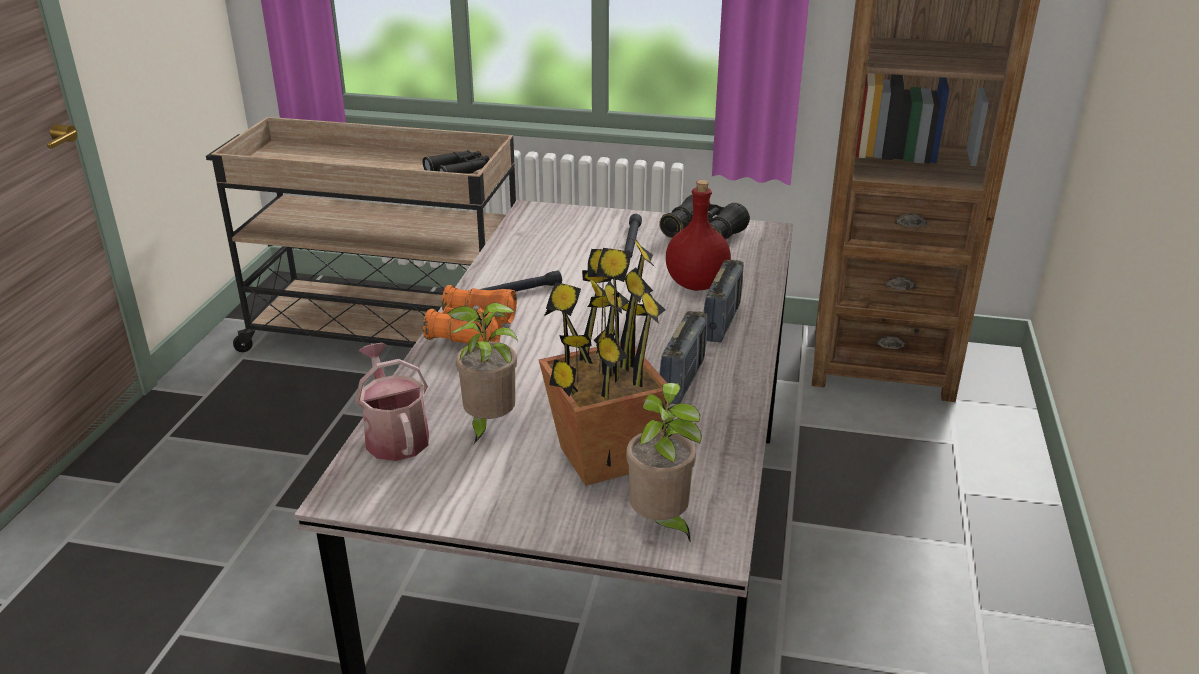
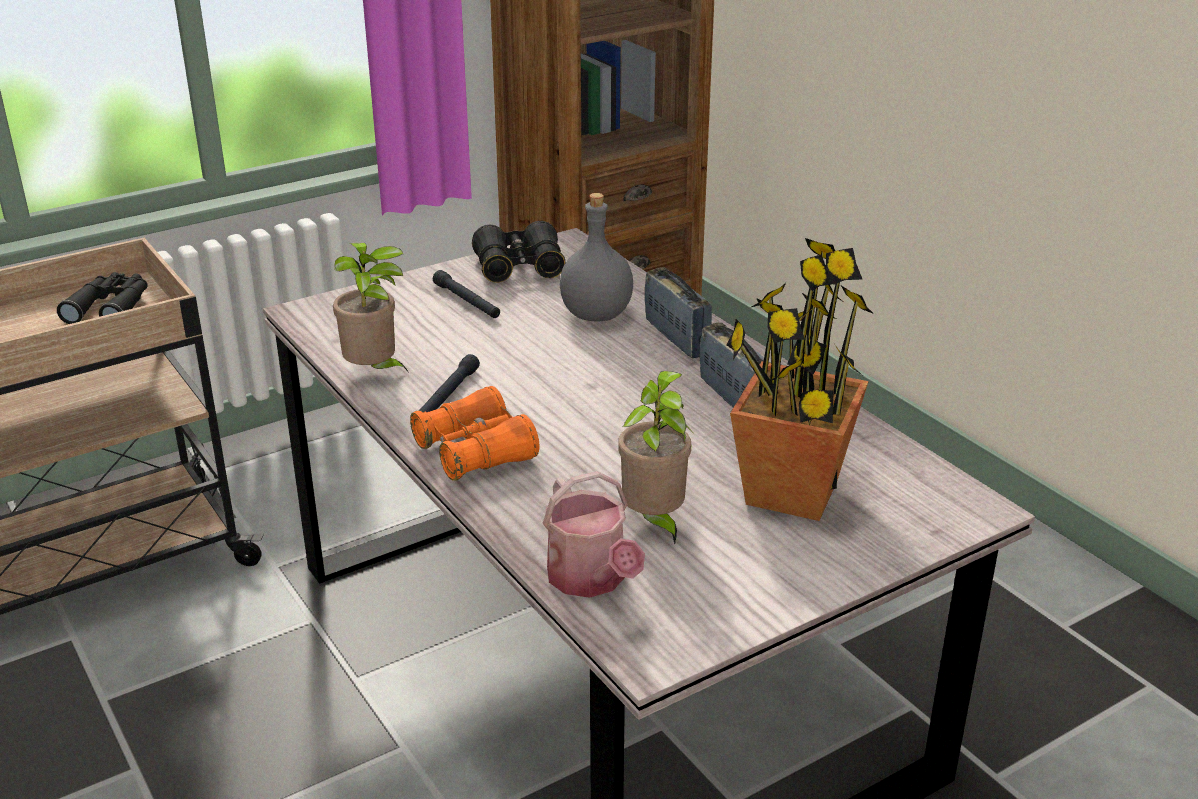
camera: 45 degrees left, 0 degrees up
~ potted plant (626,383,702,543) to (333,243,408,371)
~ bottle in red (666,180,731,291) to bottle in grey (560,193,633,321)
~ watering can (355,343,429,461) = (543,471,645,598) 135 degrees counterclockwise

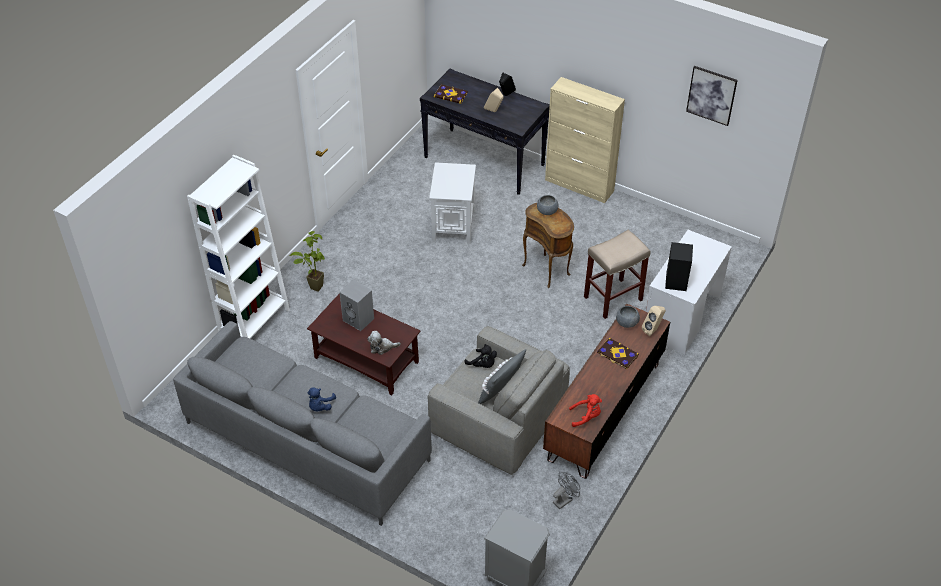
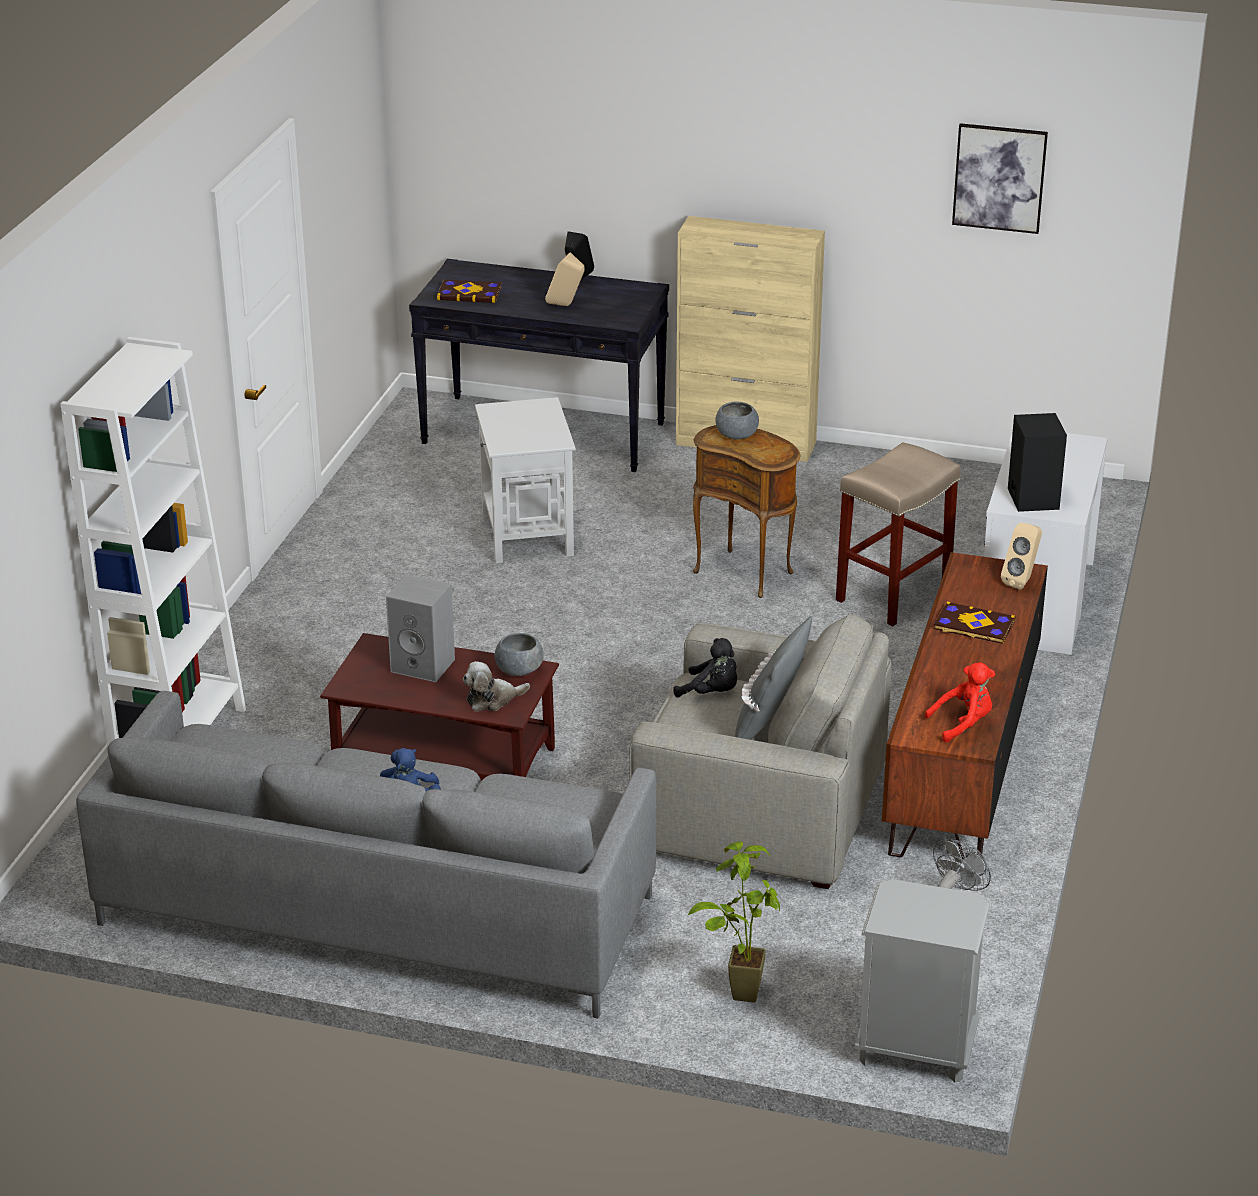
camera: 15 degrees left, 15 degrees down
~ potted plant (290,231,325,292) to (688,842,780,1003)
~ bowl in grey (616,306,640,328) to (495,633,544,676)

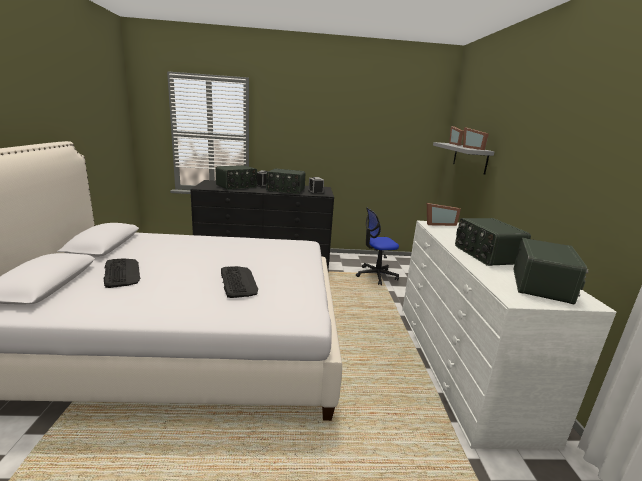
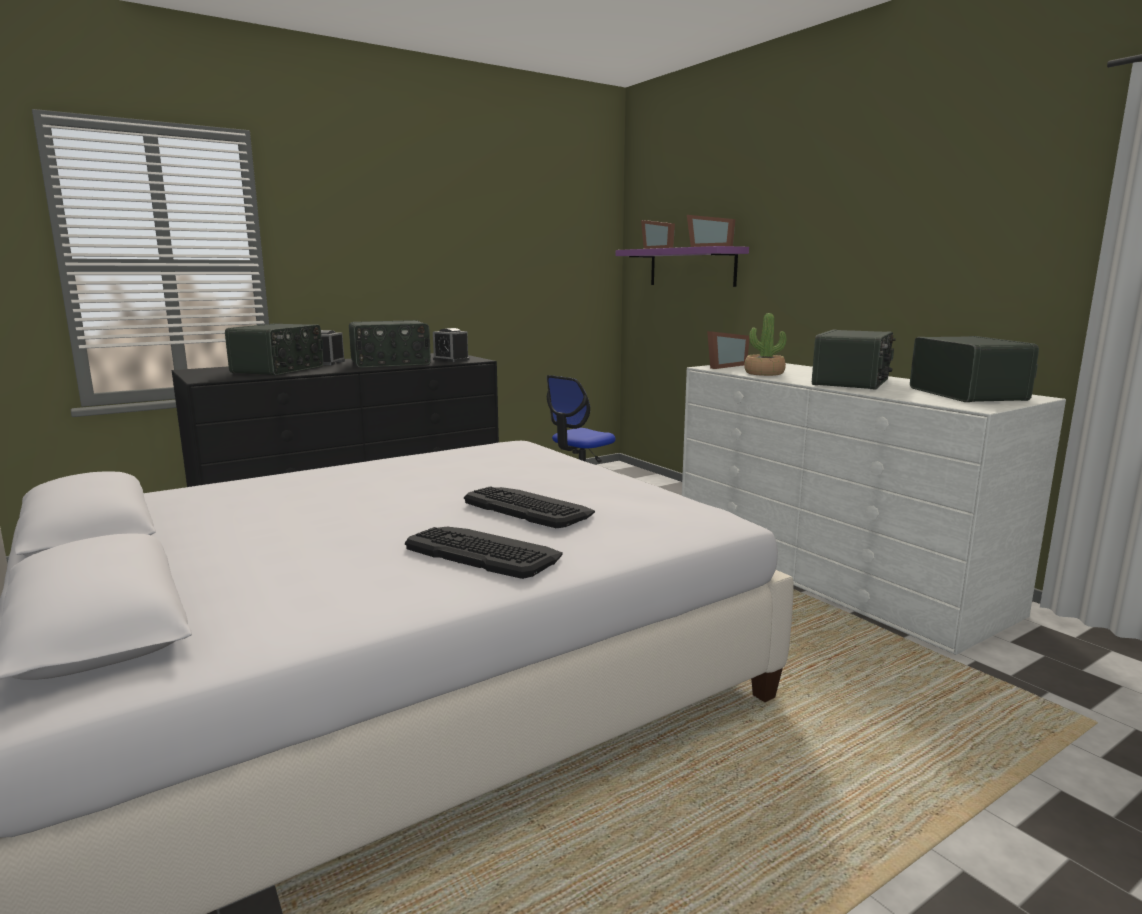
camera: 30 degrees left, 5 degrees down
+ potted plant (744,313,786,376)
~ keyboard (104,258,140,288) to (405,527,563,579)
~ shelf in grey (433,142,494,175) to shelf in purple (616,246,749,287)
~ radio (455,218,531,266) = (812,330,896,390) 105 degrees counterclockwise

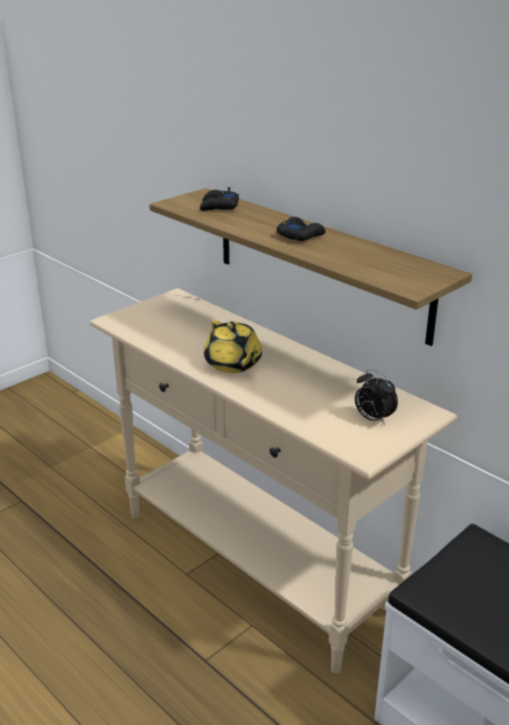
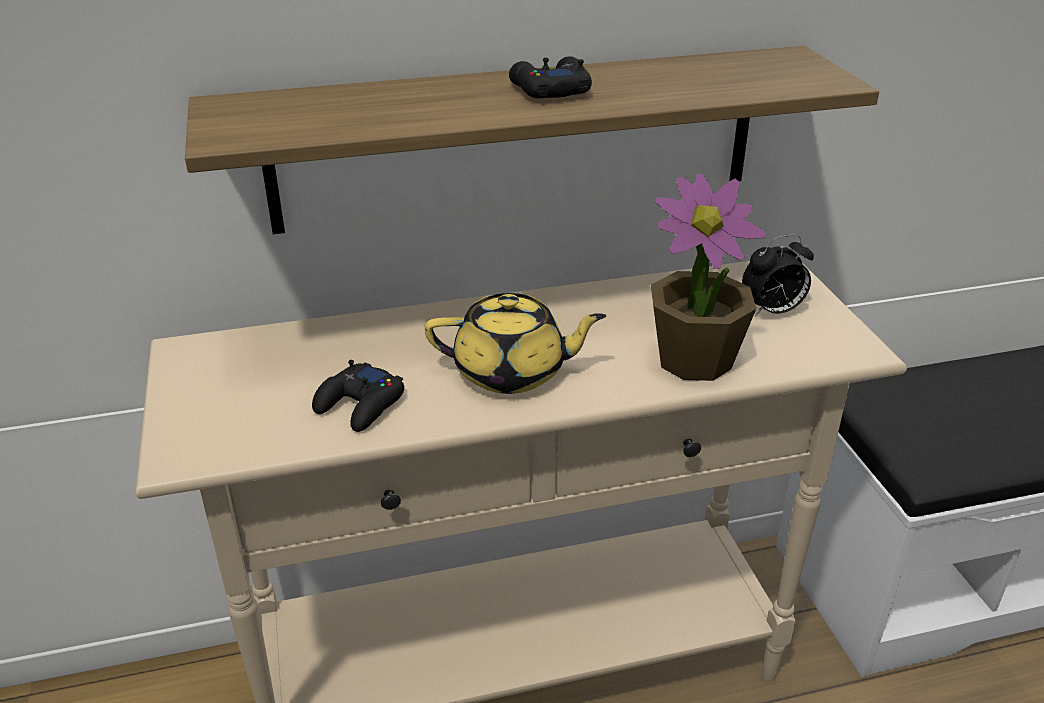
camera: 60 degrees left, 5 degrees up
+ potted plant (651,173,766,381)
~ game controller in black (200,187,239,211) to (312,360,404,432)

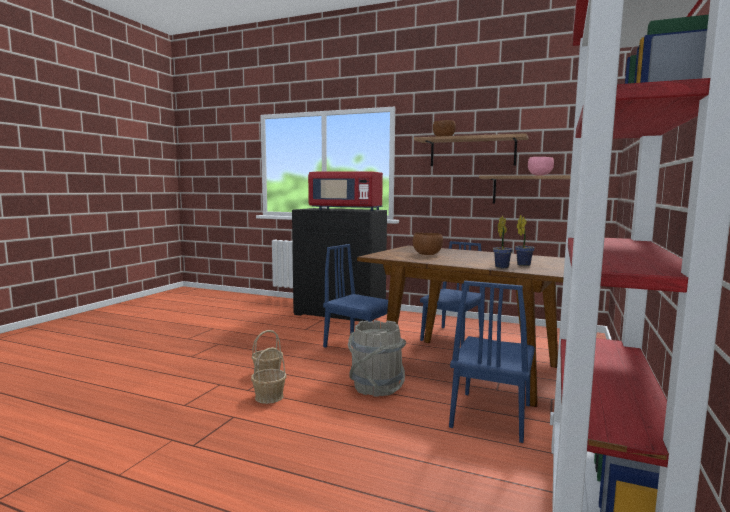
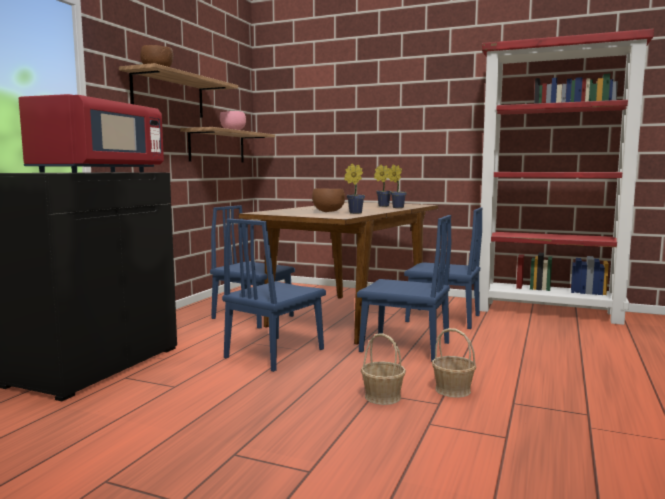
camera: 90 degrees left, 0 degrees up
+ potted plant (344,164,365,214)
~ bucket in grey (348,320,406,397) to chair in blue (357,215,451,362)

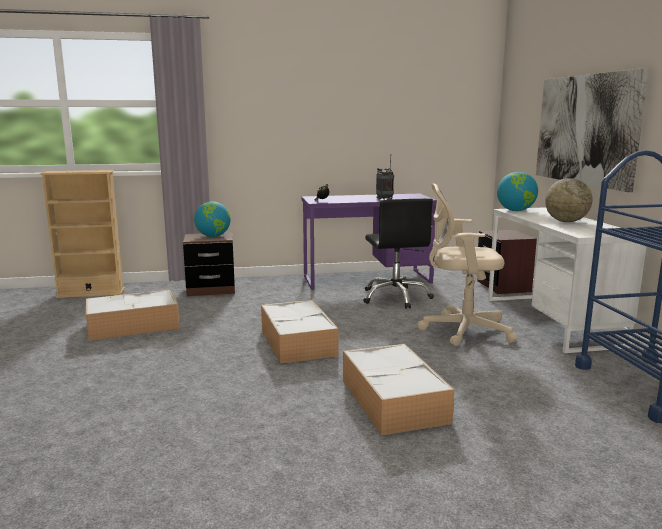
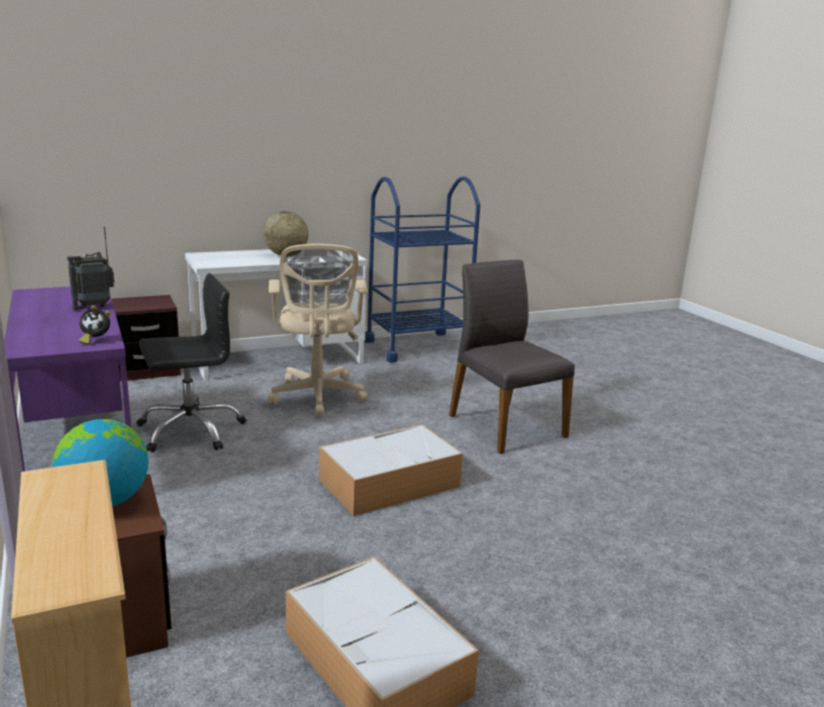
camera: 105 degrees left, 5 degrees up
- globe (497,172,538,211)
- picture (536,68,649,192)
~ storage box (343,344,455,436) to chair in grey (449,260,575,454)

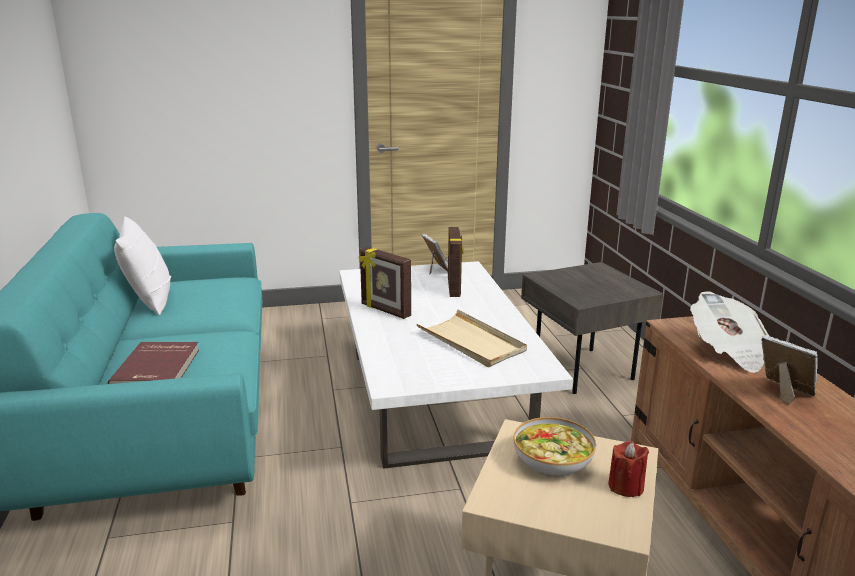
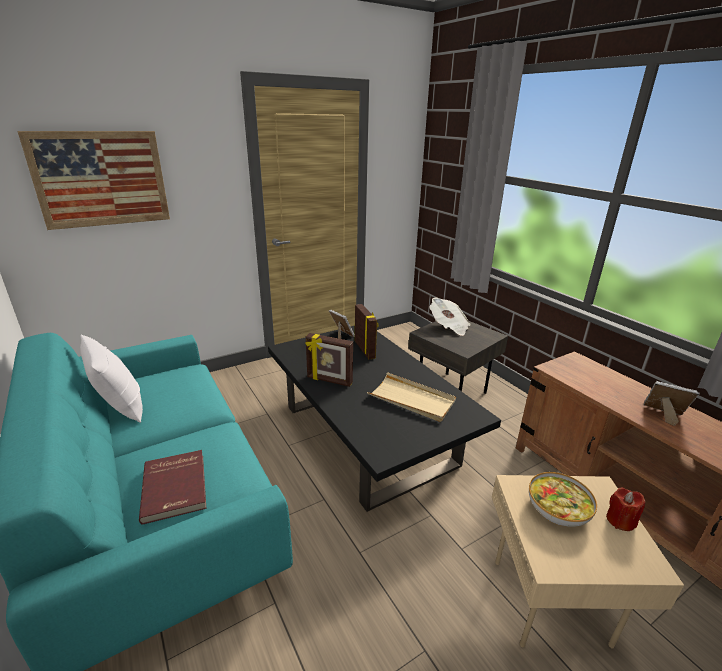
camera: 20 degrees left, 5 degrees up
+ picture (17,131,170,230)
~ newspaper (690,291,769,373) to (429,297,471,336)
~ coffee table in white (339,261,573,469) to coffee table in black (268,326,501,512)

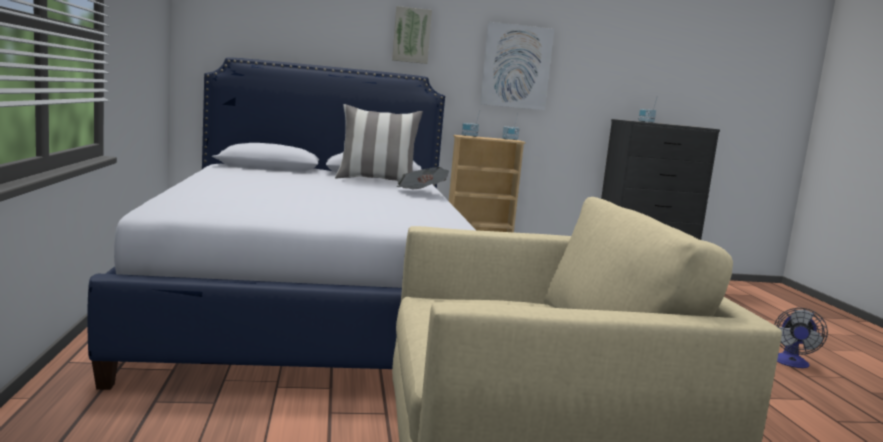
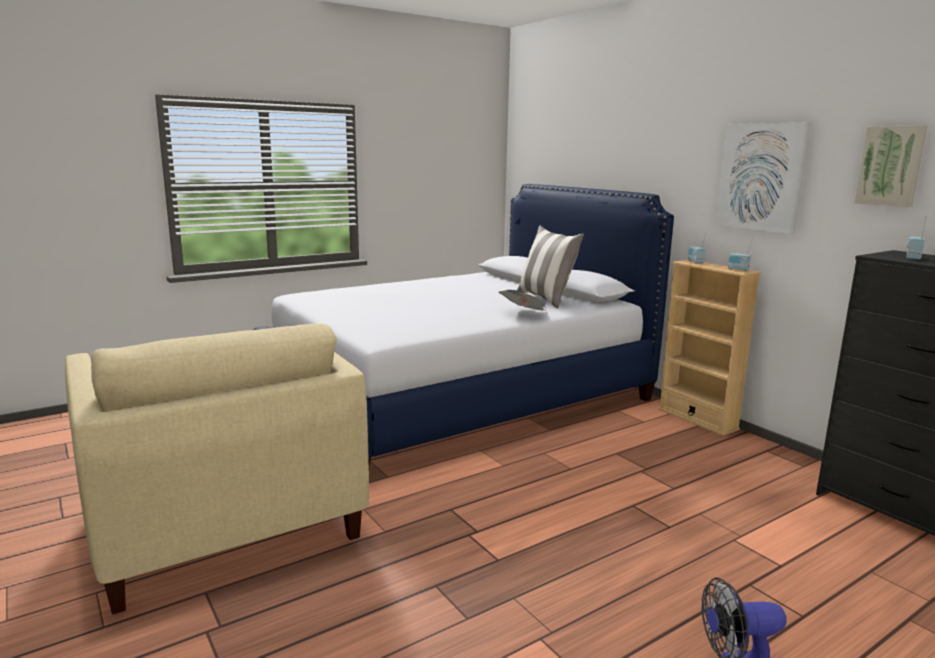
camera: 65 degrees right, 5 degrees up
~ picture (392,6,432,64) to (854,125,927,207)

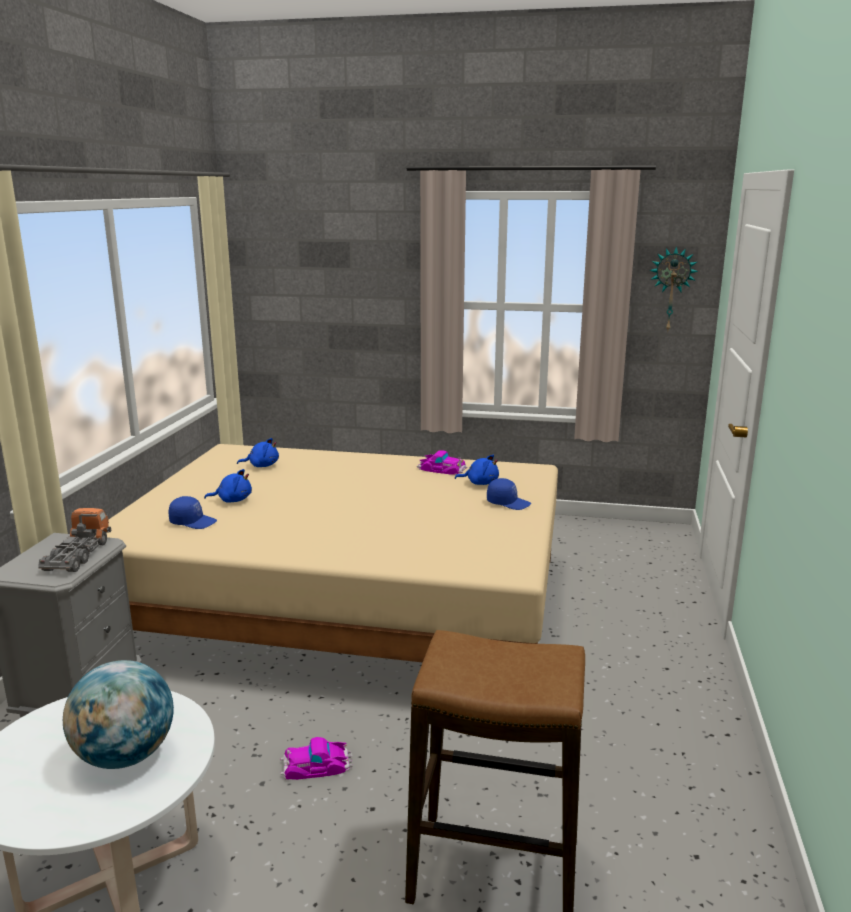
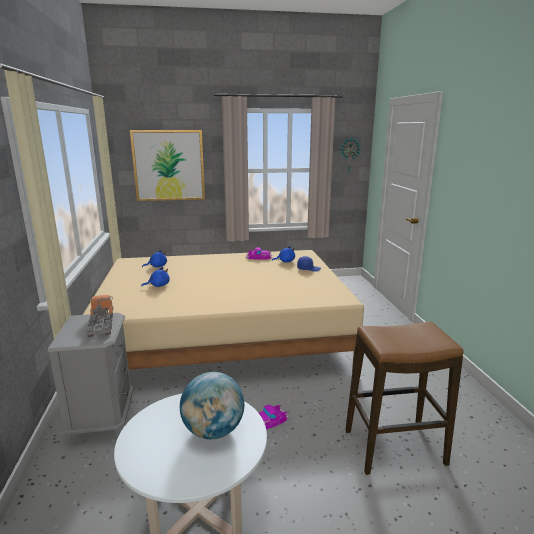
camera: 20 degrees left, 0 degrees up
- cap in blue (169,496,217,529)
+ picture (130,130,205,201)

